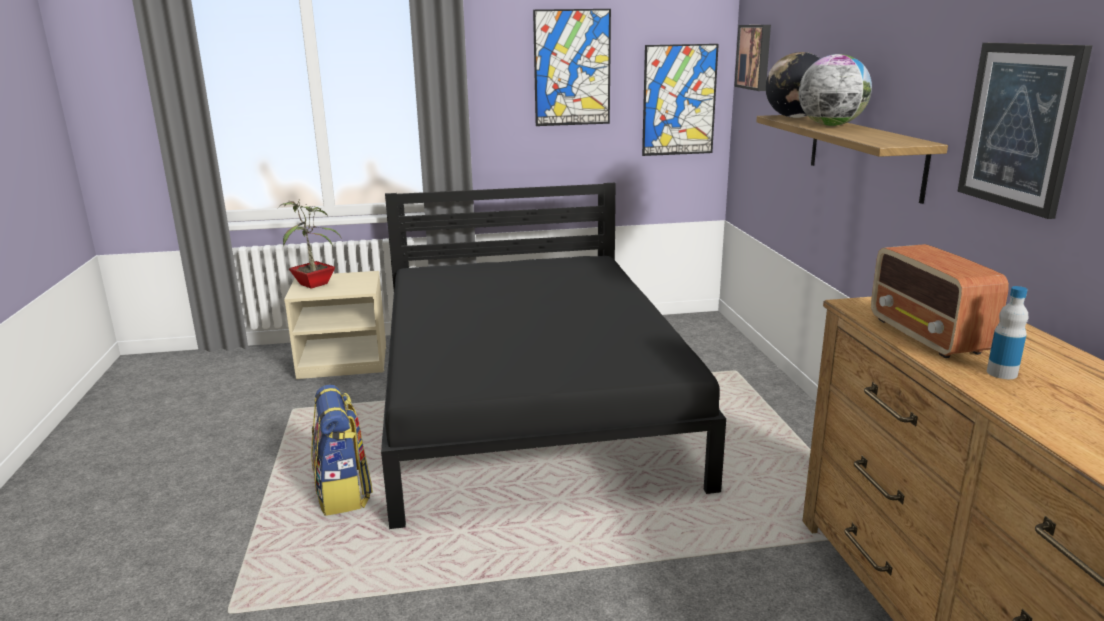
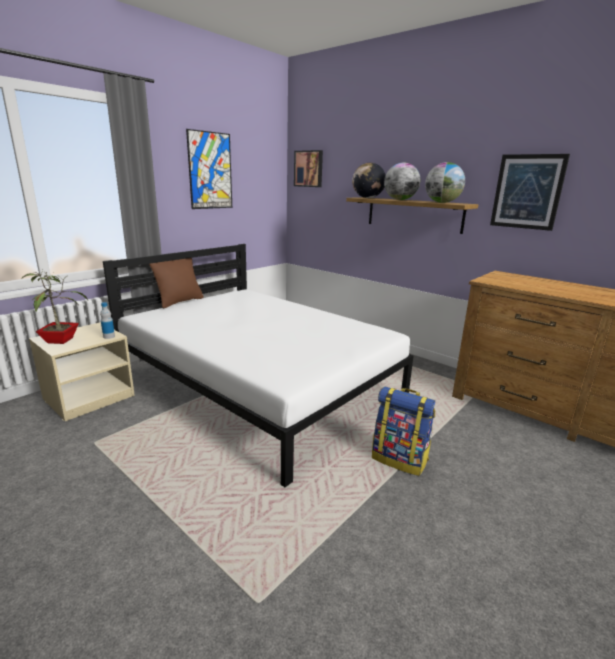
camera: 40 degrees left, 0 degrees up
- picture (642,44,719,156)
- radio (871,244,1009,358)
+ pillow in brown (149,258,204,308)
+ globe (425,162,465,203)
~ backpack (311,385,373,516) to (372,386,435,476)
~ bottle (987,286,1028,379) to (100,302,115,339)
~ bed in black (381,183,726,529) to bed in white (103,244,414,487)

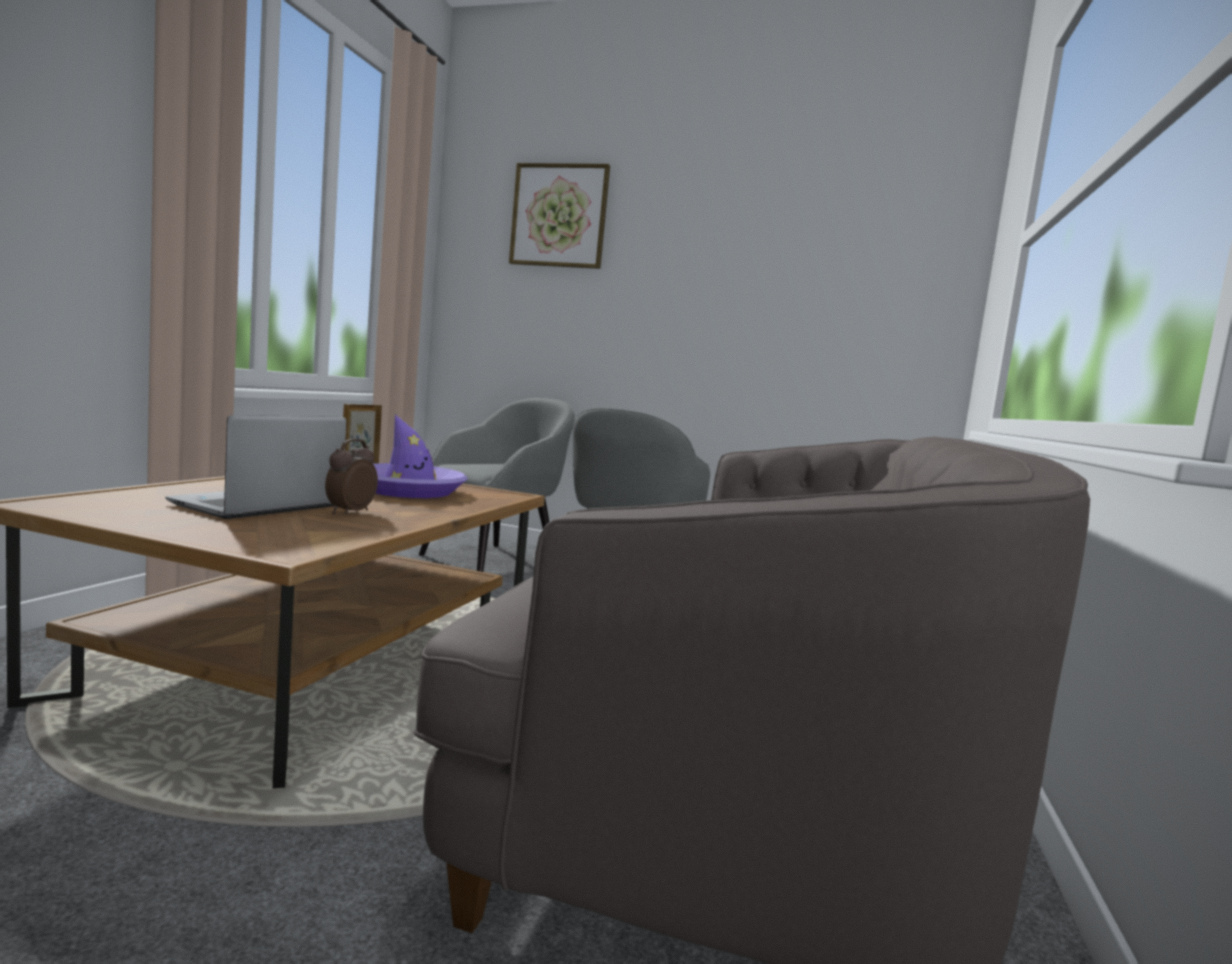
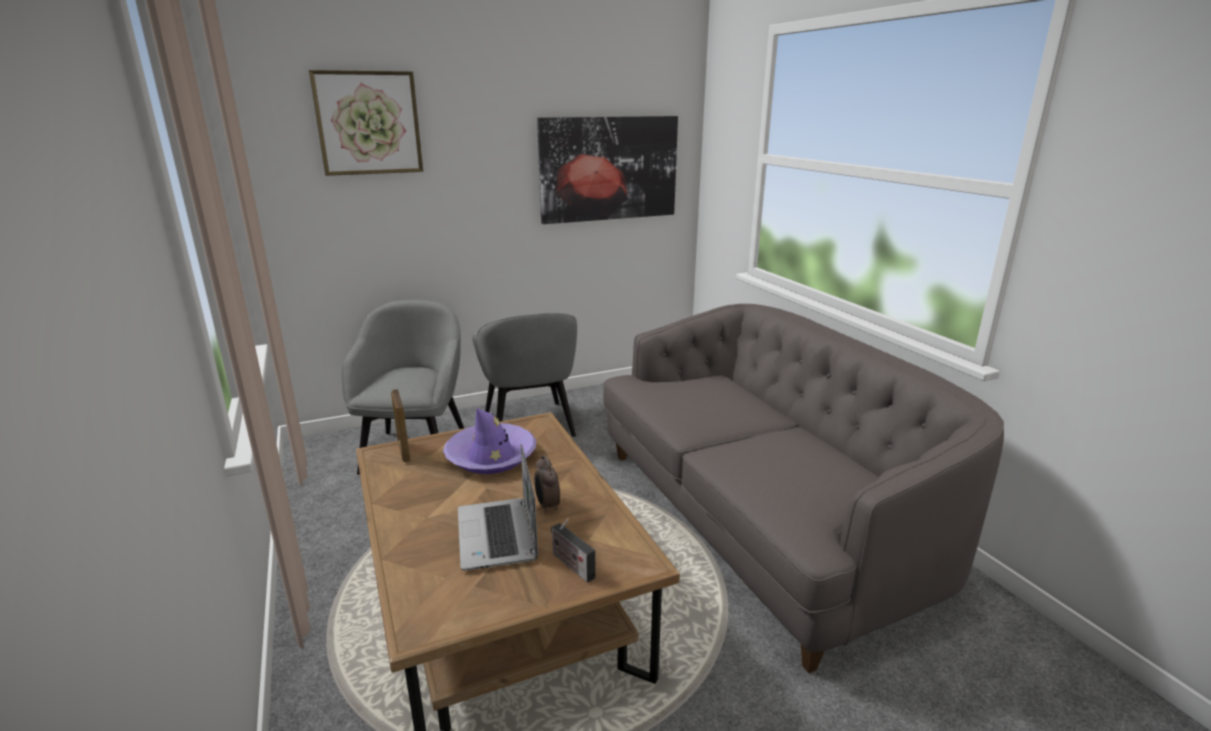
camera: 40 degrees left, 15 degrees up
+ picture (537,116,678,224)
+ radio (551,519,595,583)

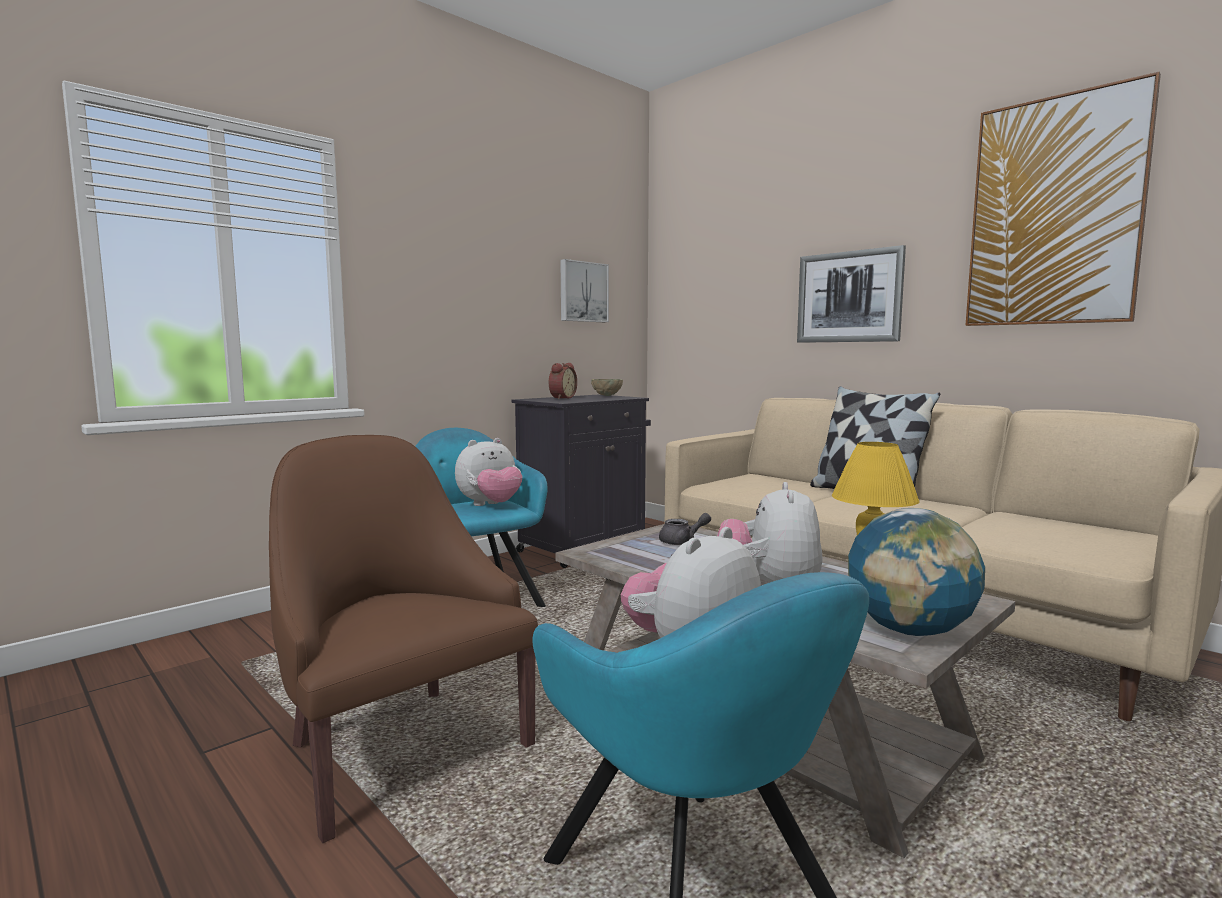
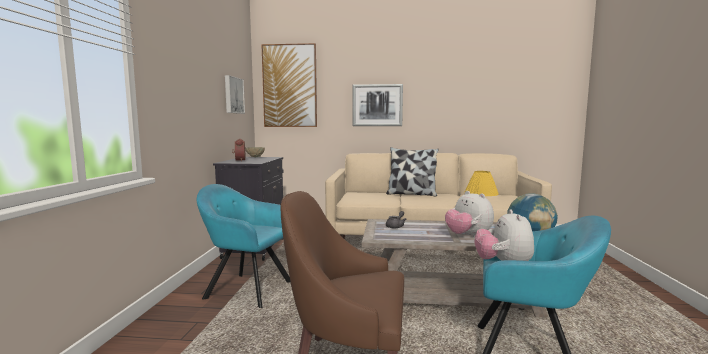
camera: 40 degrees left, 0 degrees up
- plush toy (455,438,522,506)
~ picture (966,72,1161,326) to (261,43,317,127)

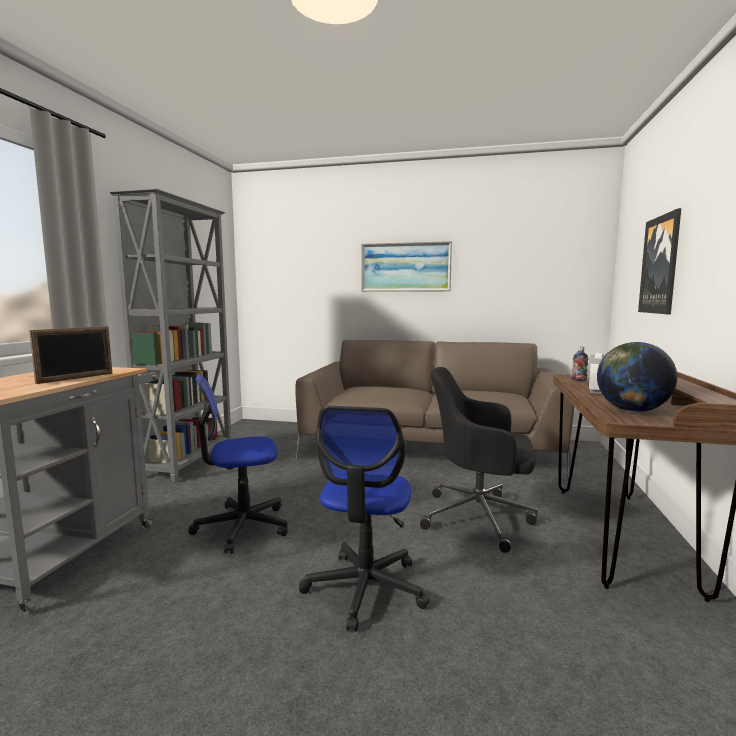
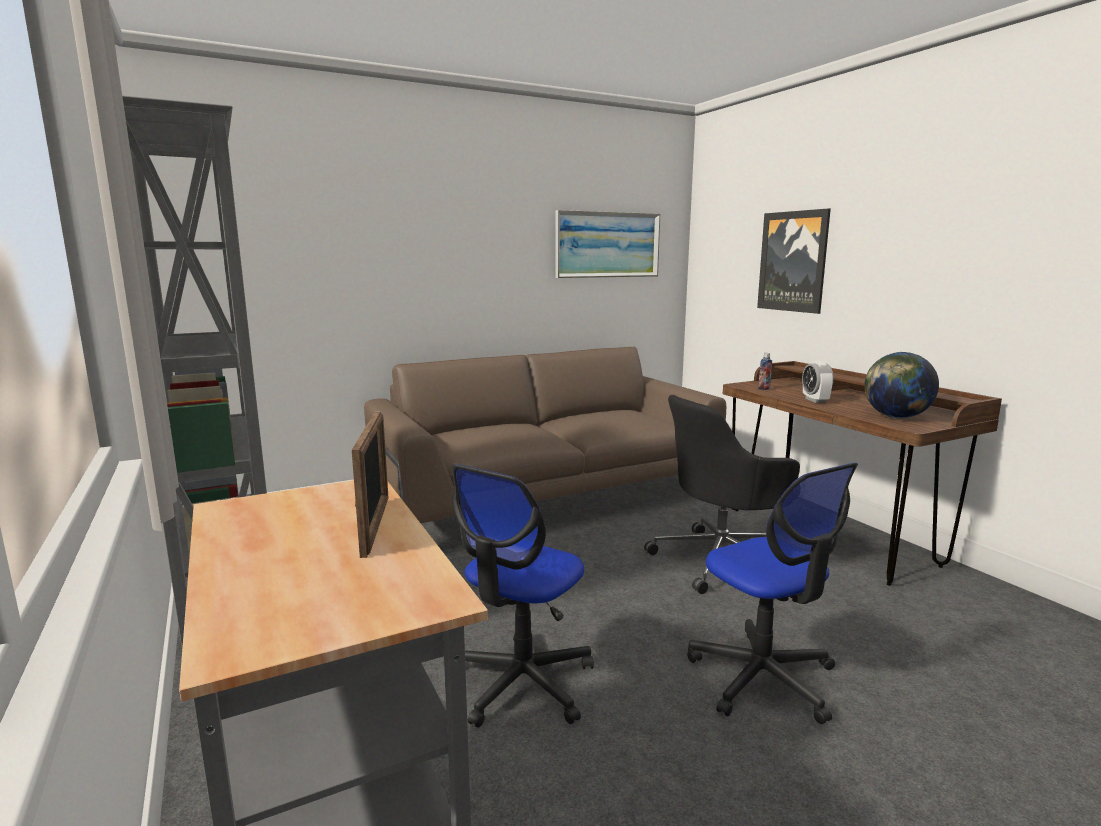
camera: 40 degrees left, 5 degrees up
~ picture (361,241,452,292) to (555,210,660,278)

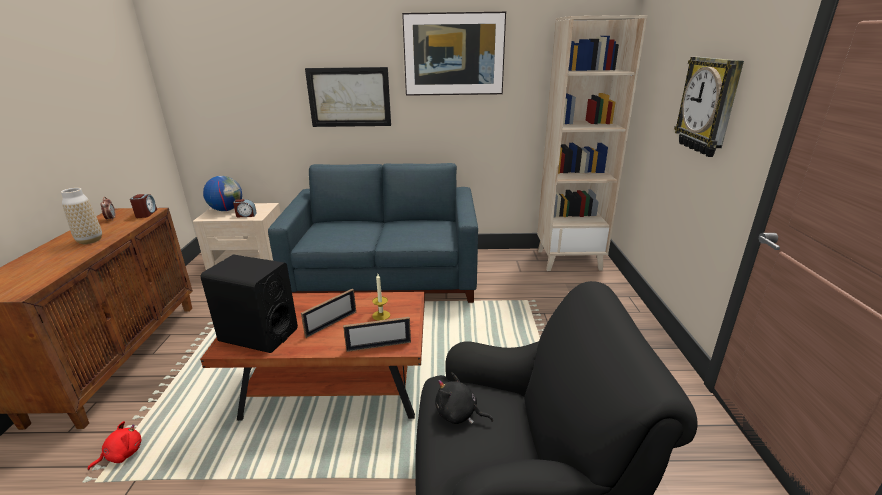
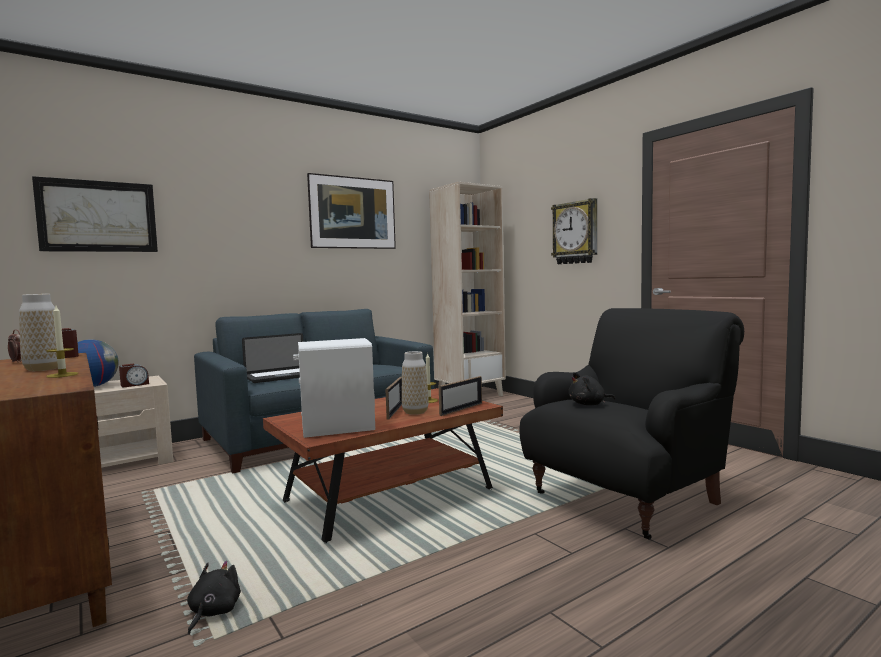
camera: 35 degrees left, 20 degrees down
+ candle (46,306,78,378)
+ laptop (242,333,304,383)
+ vase (401,351,429,415)
~ picture (305,67,391,127) to (32,176,158,252)
~ plush toy in red (88,421,141,470) to plush toy in black (187,561,241,635)
~ speaker in black (200,255,298,353) to speaker in white (293,338,375,438)

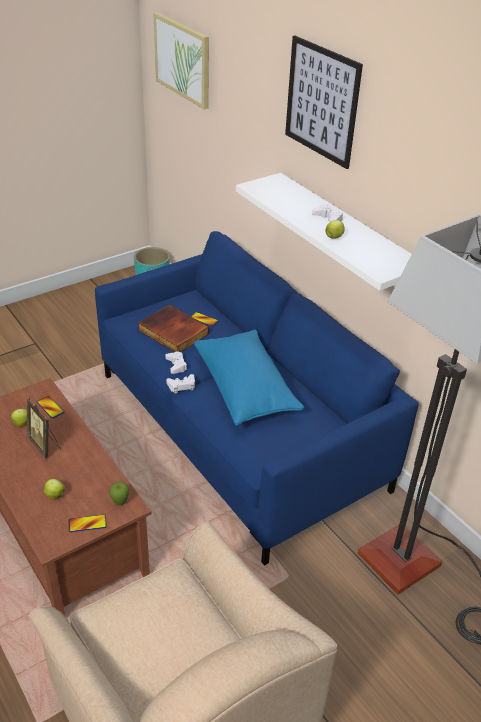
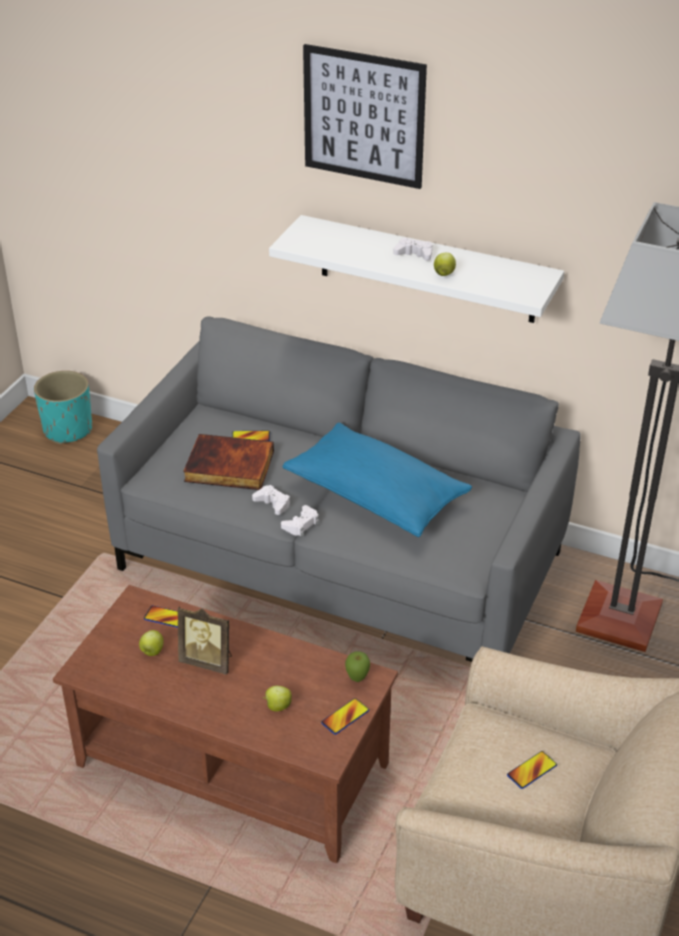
camera: 30 degrees left, 0 degrees up
- picture (154,12,209,109)
+ phone (507,751,557,789)
~ sofa in blue (95,231,419,565) to sofa in grey (97,317,581,662)

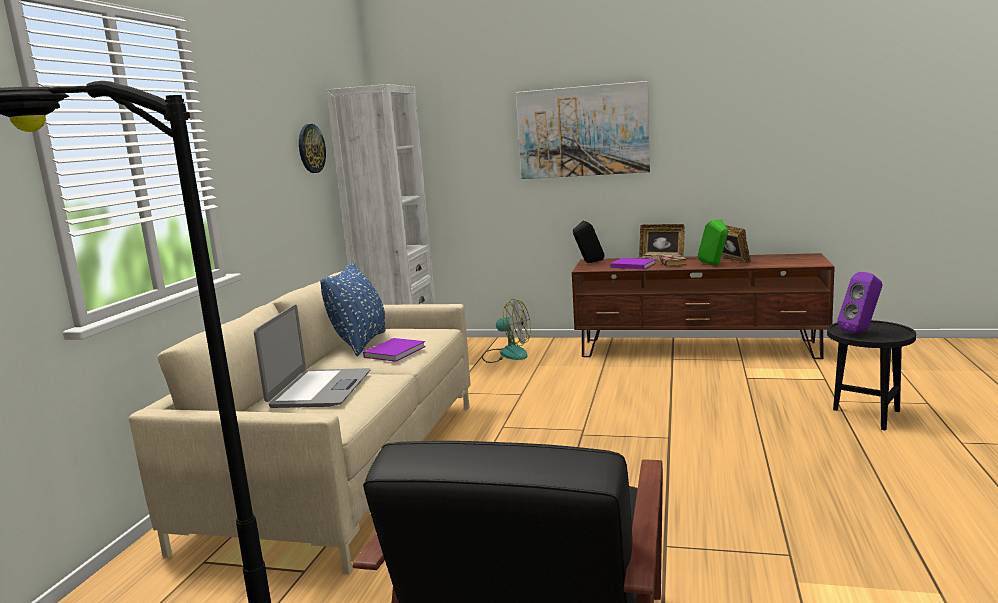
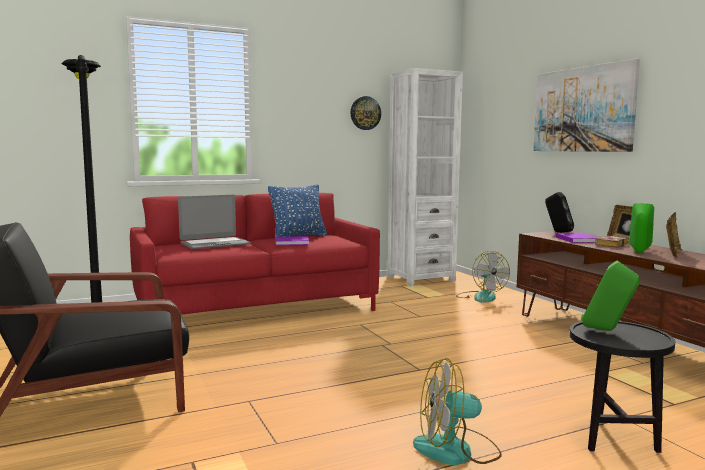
camera: 50 degrees right, 5 degrees down
+ fan (413,358,502,465)
~ sofa in beige (129,271,471,574) to sofa in red (130,193,380,315)
~ speaker in purple (837,272,883,333) to speaker in green (581,260,640,331)

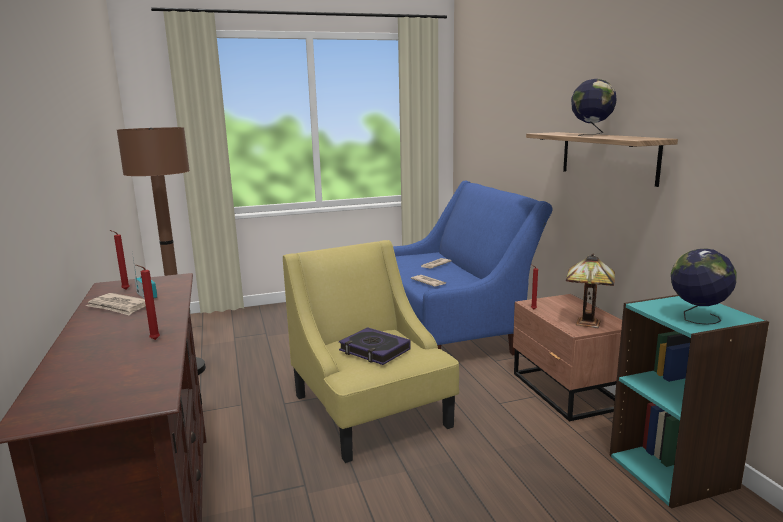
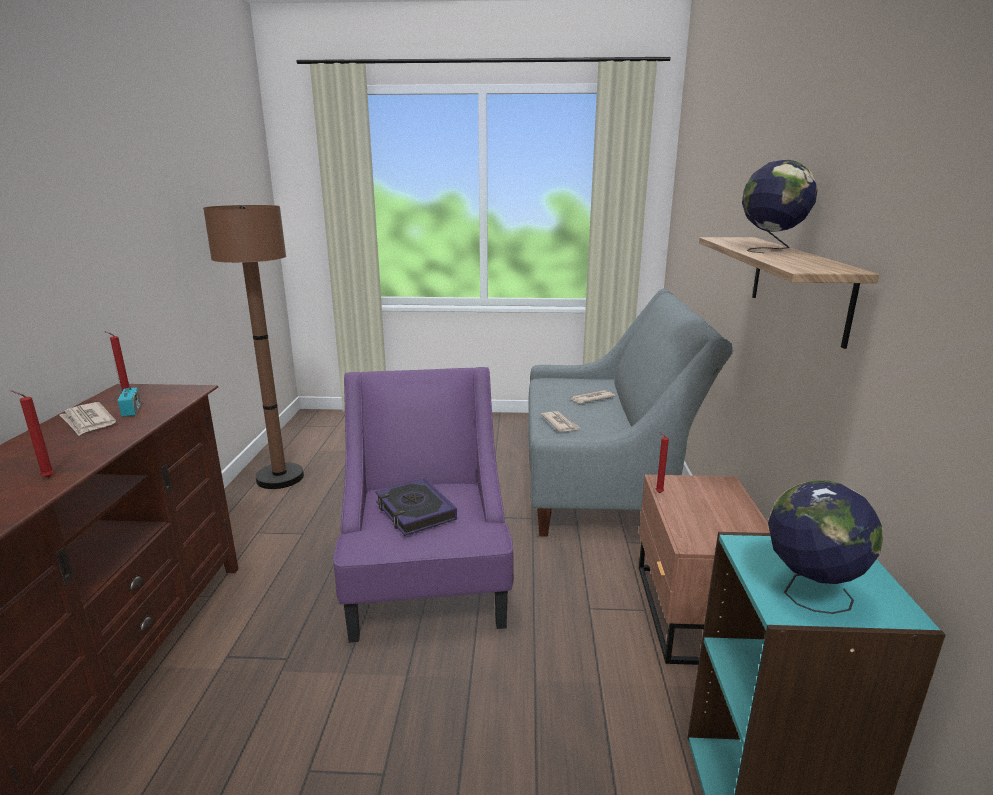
camera: 20 degrees right, 5 degrees up
- table lamp (566,254,615,328)
~ armchair in yellow (283,240,459,463) to armchair in purple (333,367,514,643)
~ sofa in blue (393,181,553,355) to sofa in grey (528,289,733,537)

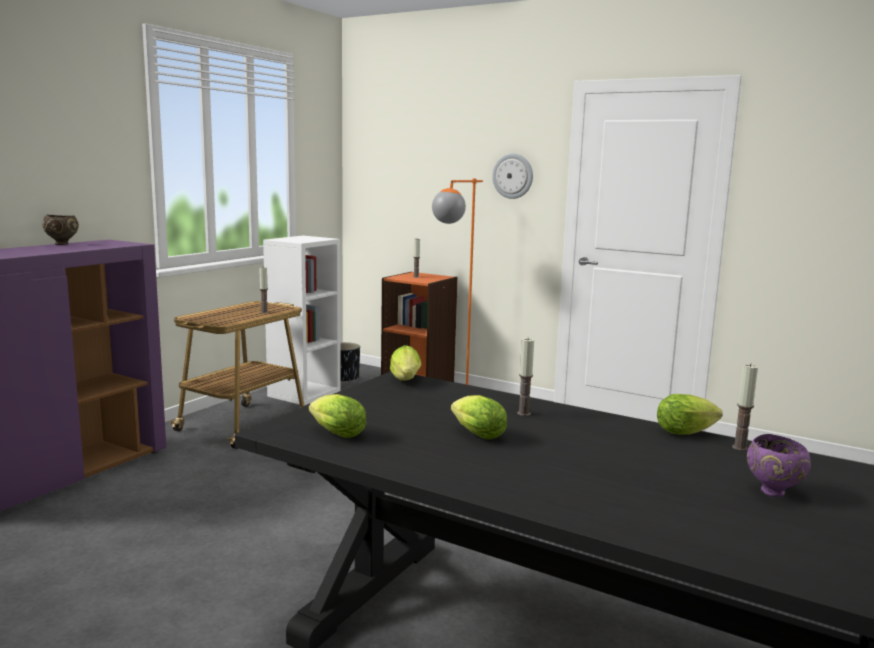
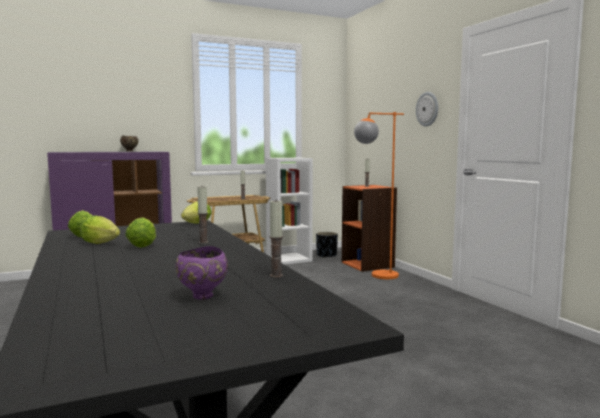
camera: 35 degrees right, 5 degrees down
~ lettuce (657,394,723,435) to (80,215,120,244)

